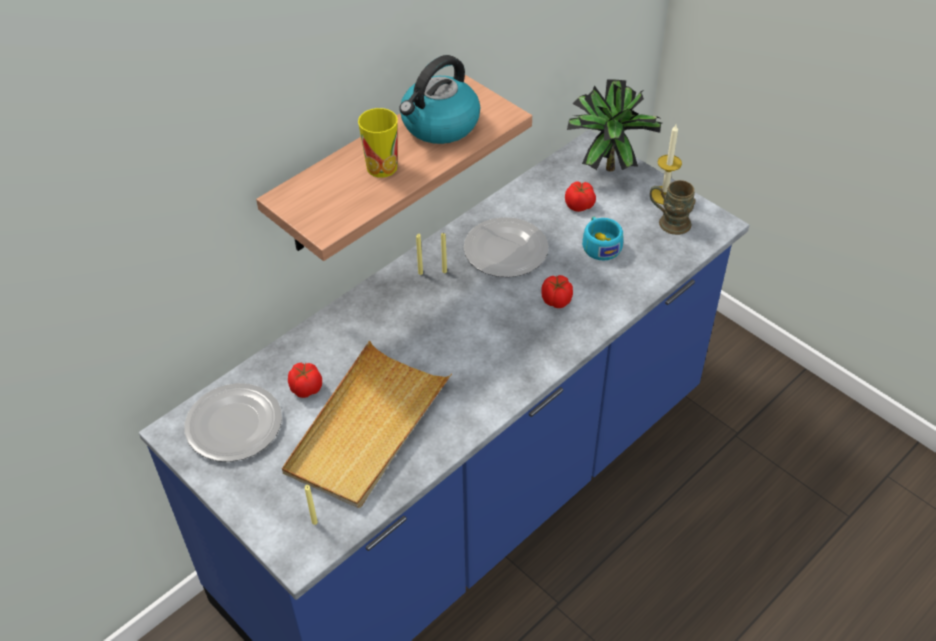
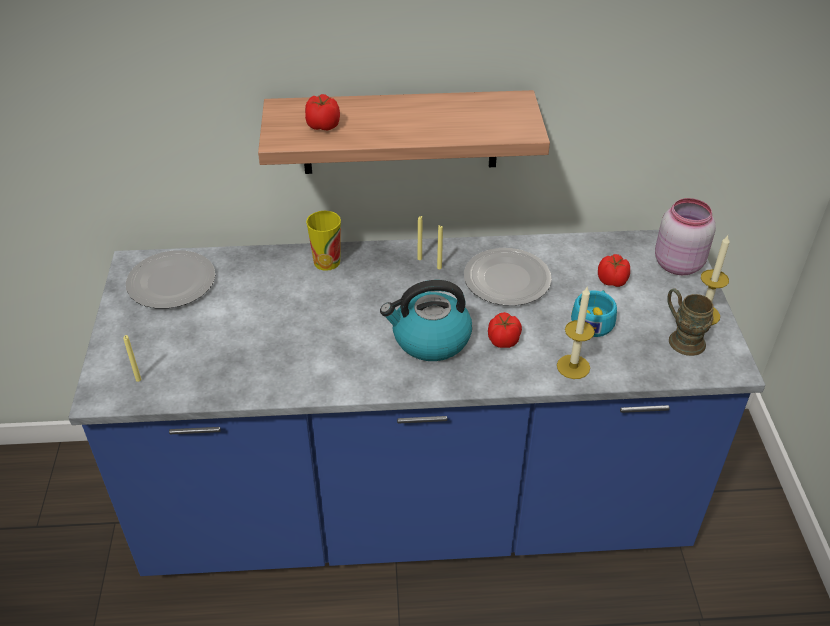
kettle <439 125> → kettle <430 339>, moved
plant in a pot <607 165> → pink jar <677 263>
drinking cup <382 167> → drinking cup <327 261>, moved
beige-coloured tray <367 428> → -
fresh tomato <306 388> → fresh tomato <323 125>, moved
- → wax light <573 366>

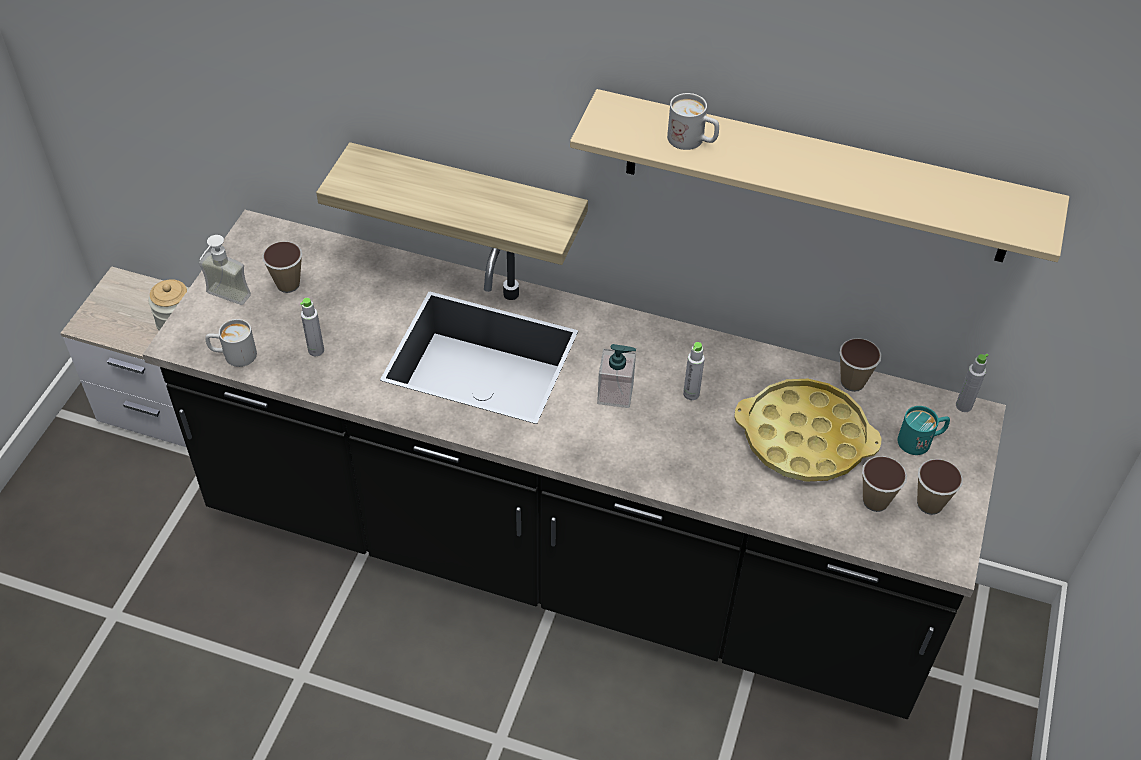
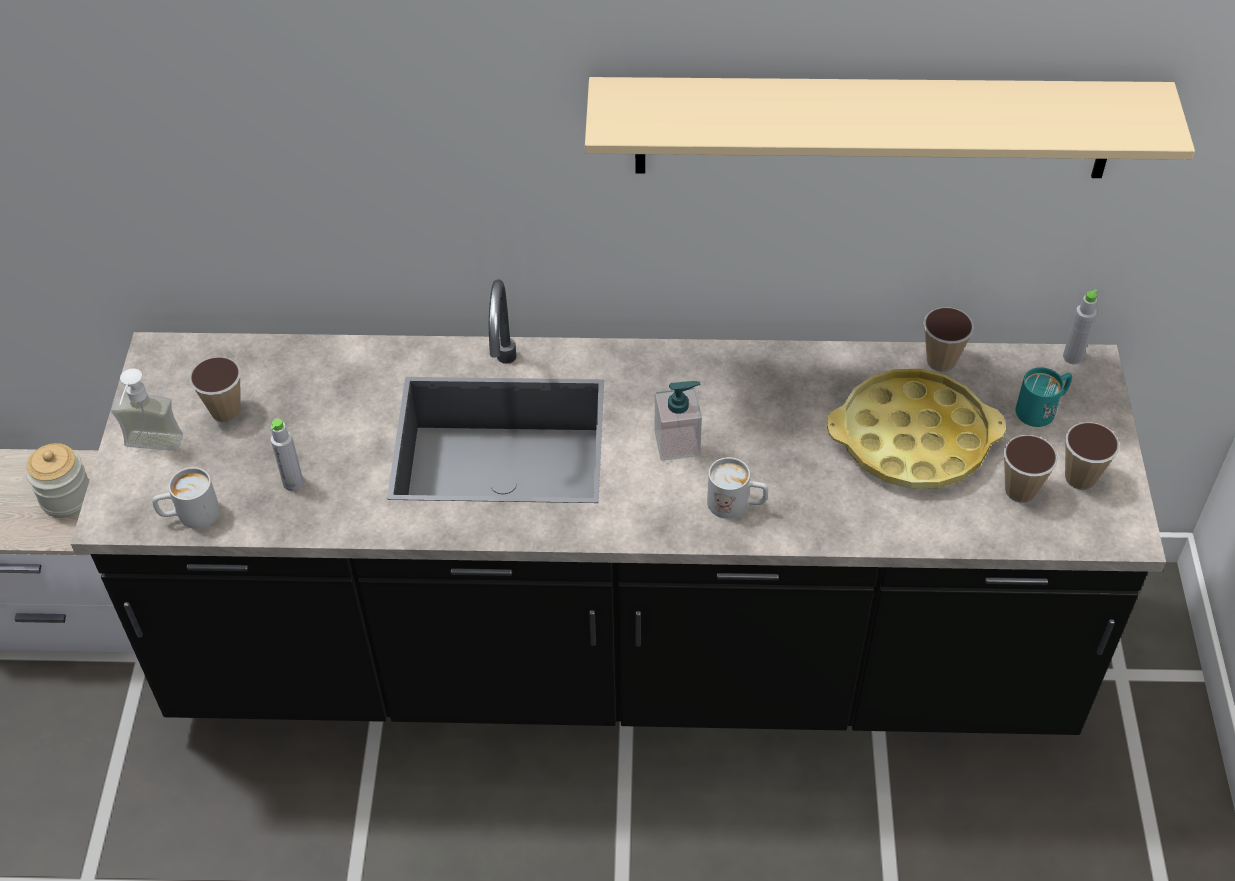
whitish coffee mug <692 141> → whitish coffee mug <736 505>, moved
wall shelf <468 202> → -
grey bottle <691 394> → -

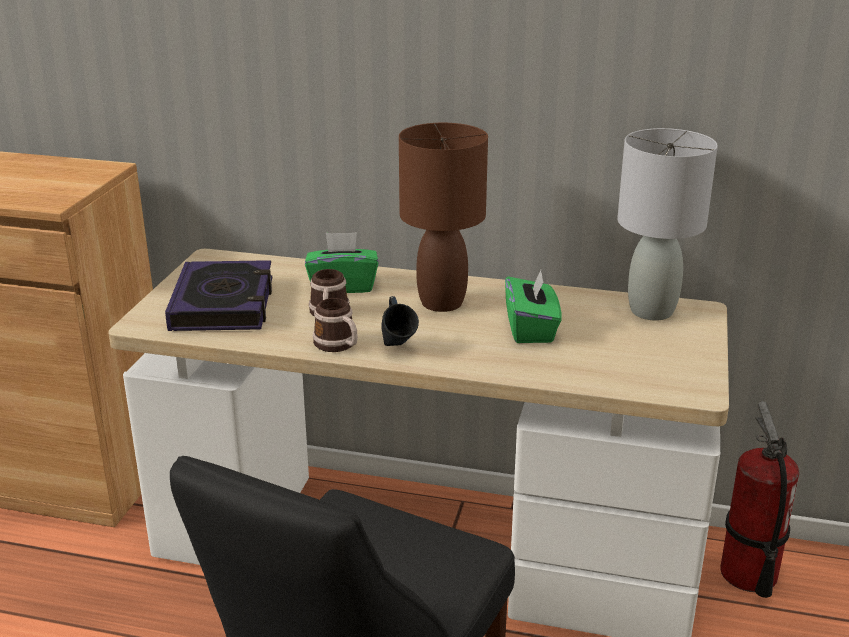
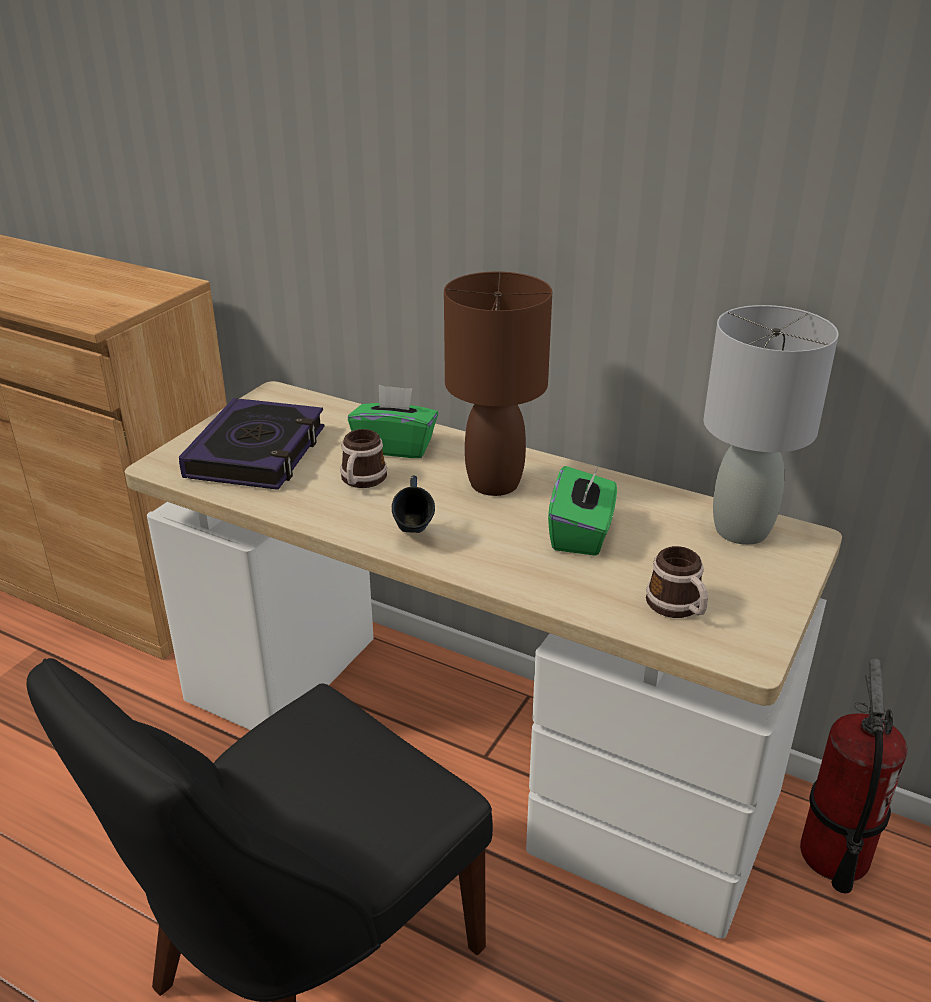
coffee mug <339 345> → coffee mug <678 607>, moved

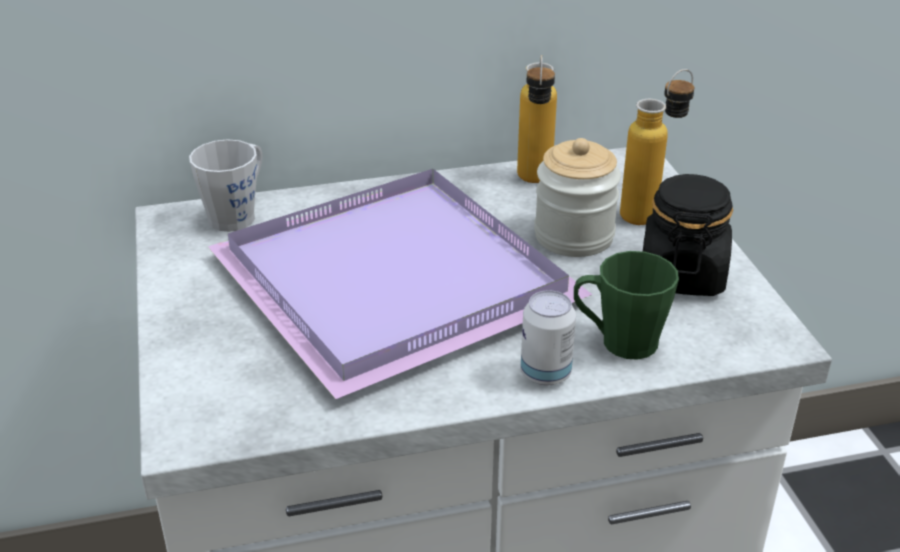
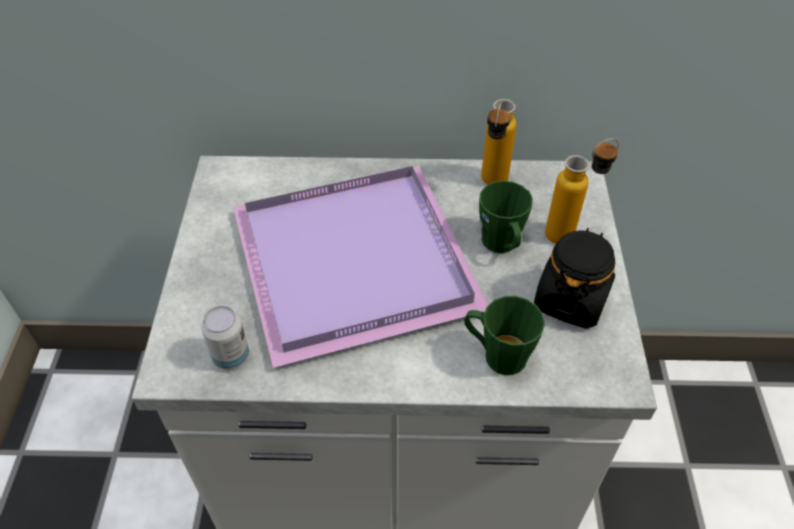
jar <574 236> → greenish coffee mug <502 245>
grey coffee mug <238 214> → -
metal can <545 373> → metal can <231 356>, moved

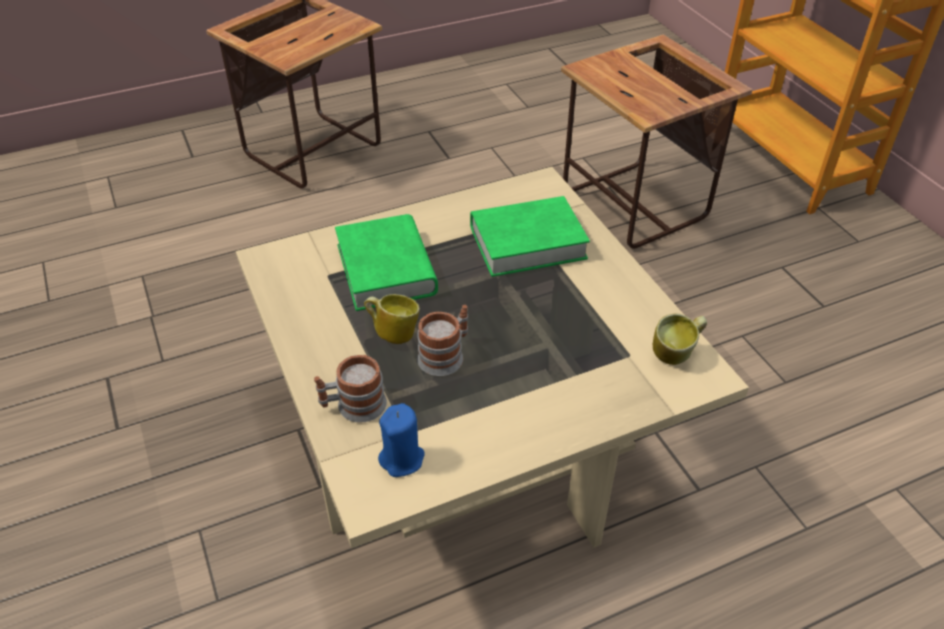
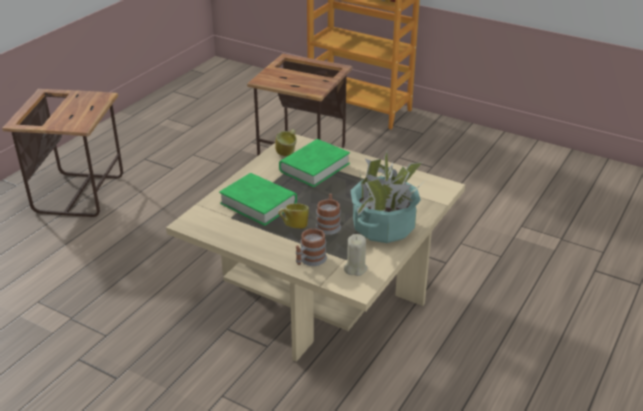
coffee mug <676 355> → coffee mug <287 152>, moved
blue wax light <402 459> → beige-coloured wax light <355 268>
- → plant in a pot <383 227>

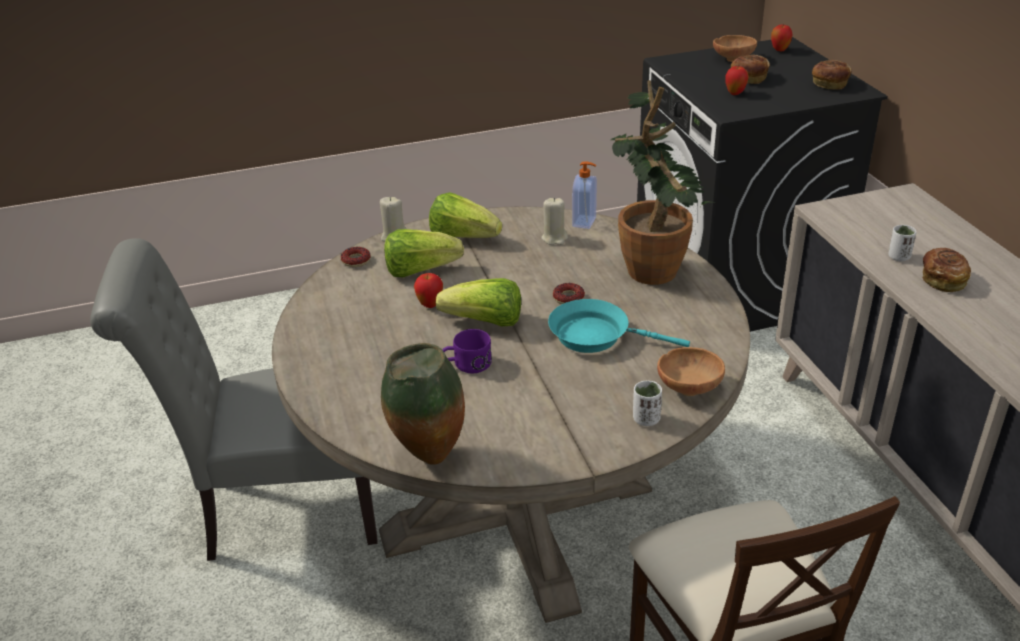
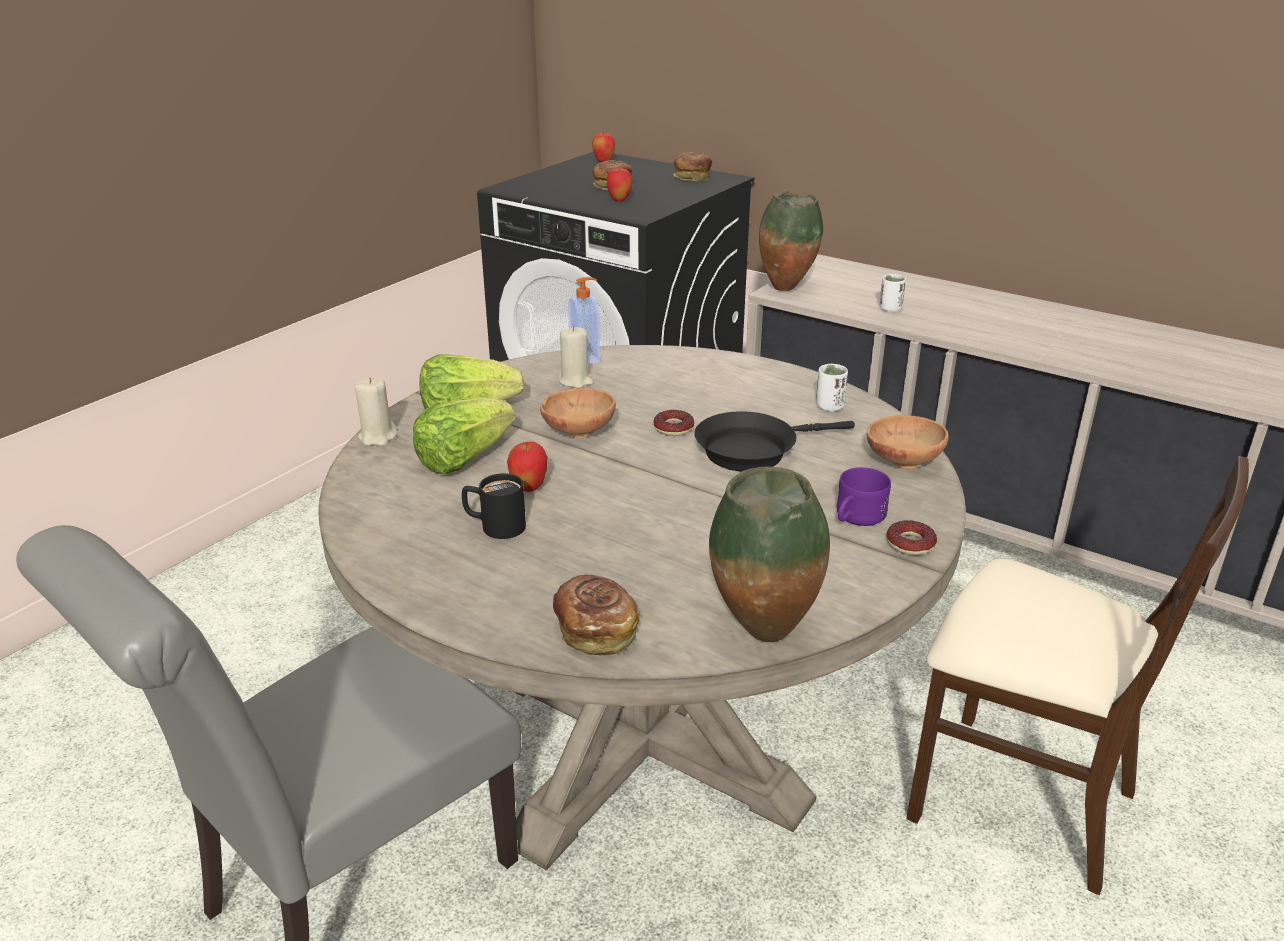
brown bowl <733 58> → brown bowl <578 431>, moved
plant in a pot <653 264> → -
ring doughnut <356 260> → ring doughnut <910 544>, moved
bread <943 279> → bread <595 631>, moved
lettuce <485 322> → -
blue-green frying pan <596 336> → black frying pan <753 451>
purple coffee mug <466 364> → purple coffee mug <856 518>, moved
whitish drinking cup <646 419> → whitish drinking cup <829 407>, moved
- → flower vase <786 288>
- → black coffee mug <494 526>

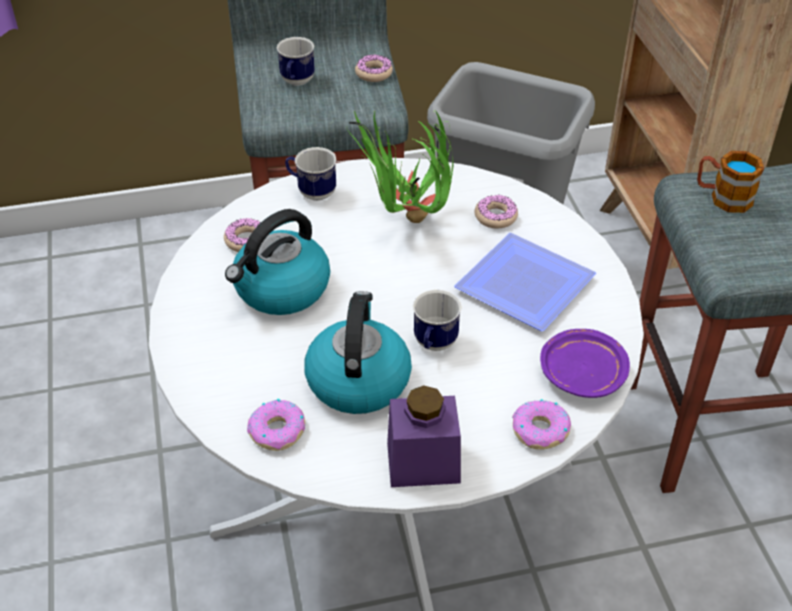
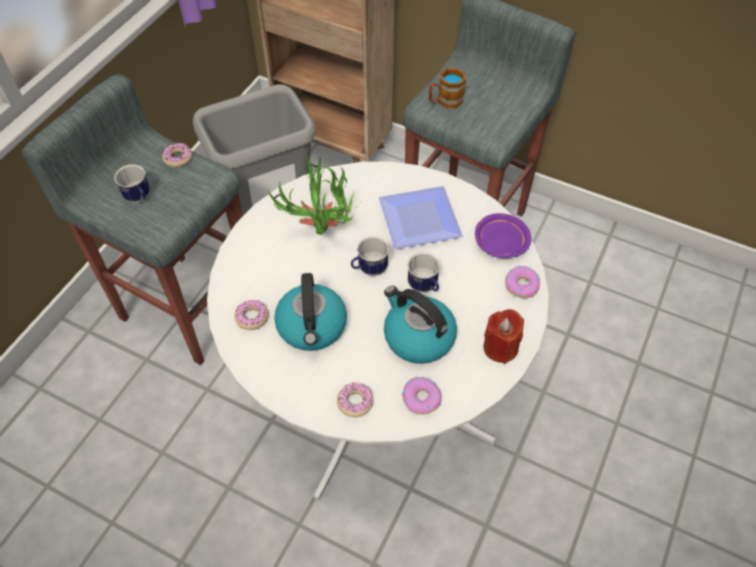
coffee mug <312 192> → coffee mug <369 270>, moved
ring doughnut <495 217> → ring doughnut <355 402>, moved
purple jar <423 463> → red wax light <500 347>

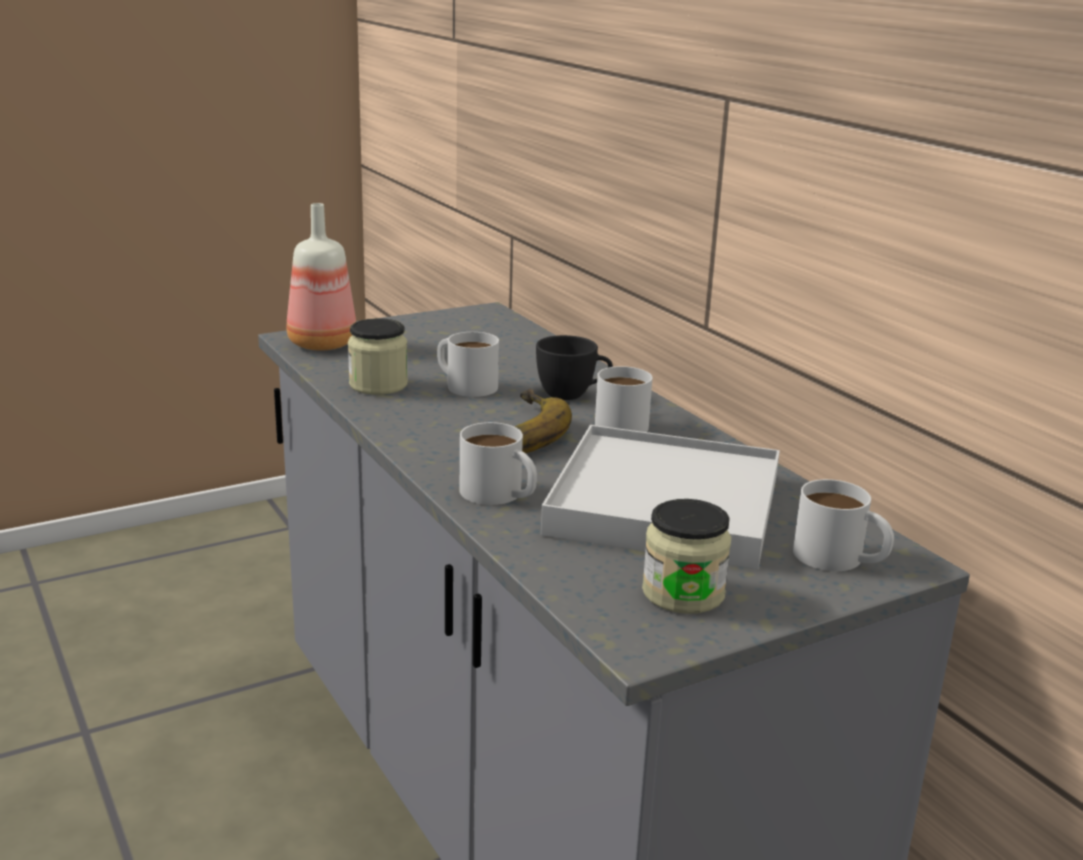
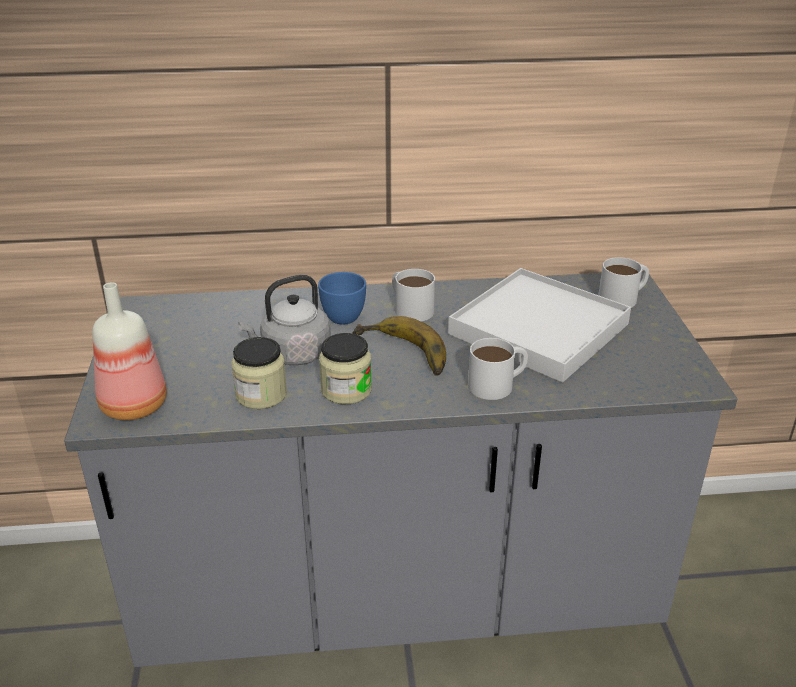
whitish coffee mug <464 384> → grey kettle <292 354>
black drinking cup <572 394> → blue drinking cup <347 315>
jar <683 593> → jar <346 390>, moved

